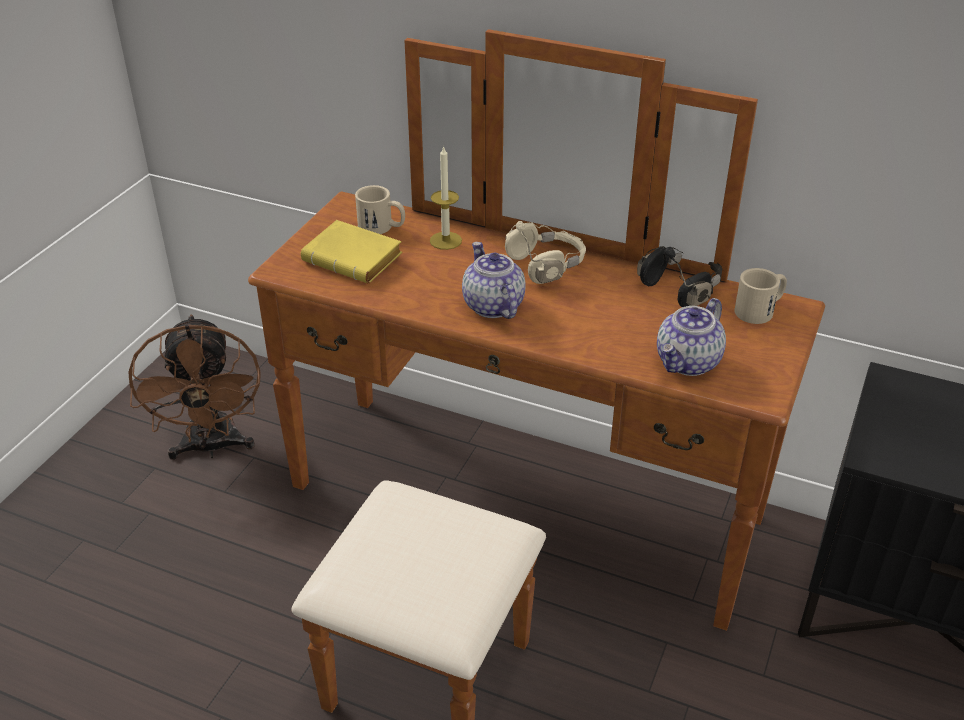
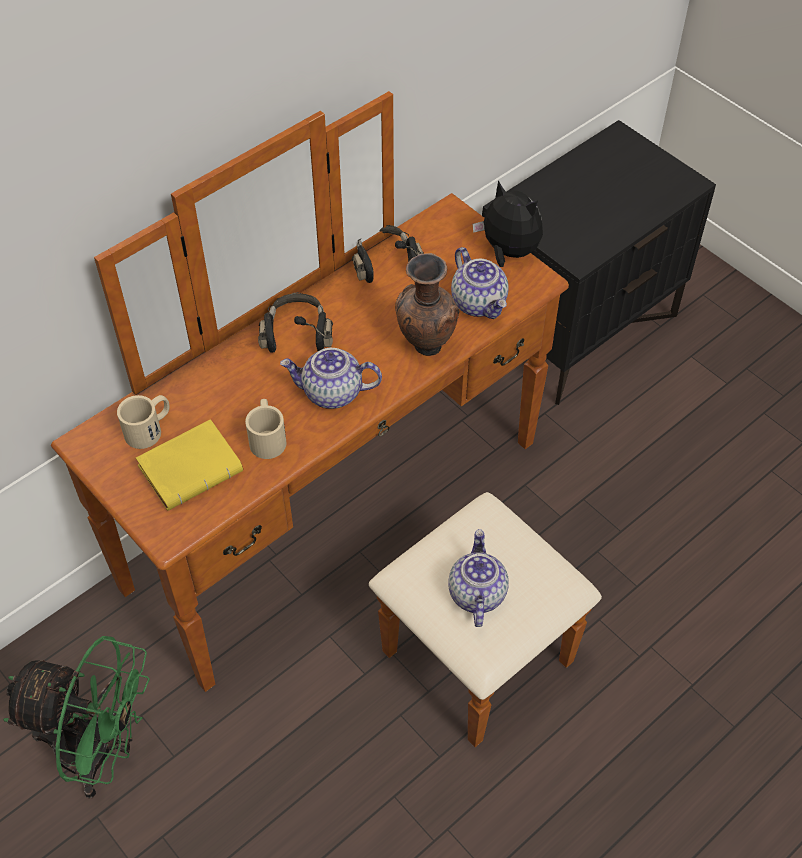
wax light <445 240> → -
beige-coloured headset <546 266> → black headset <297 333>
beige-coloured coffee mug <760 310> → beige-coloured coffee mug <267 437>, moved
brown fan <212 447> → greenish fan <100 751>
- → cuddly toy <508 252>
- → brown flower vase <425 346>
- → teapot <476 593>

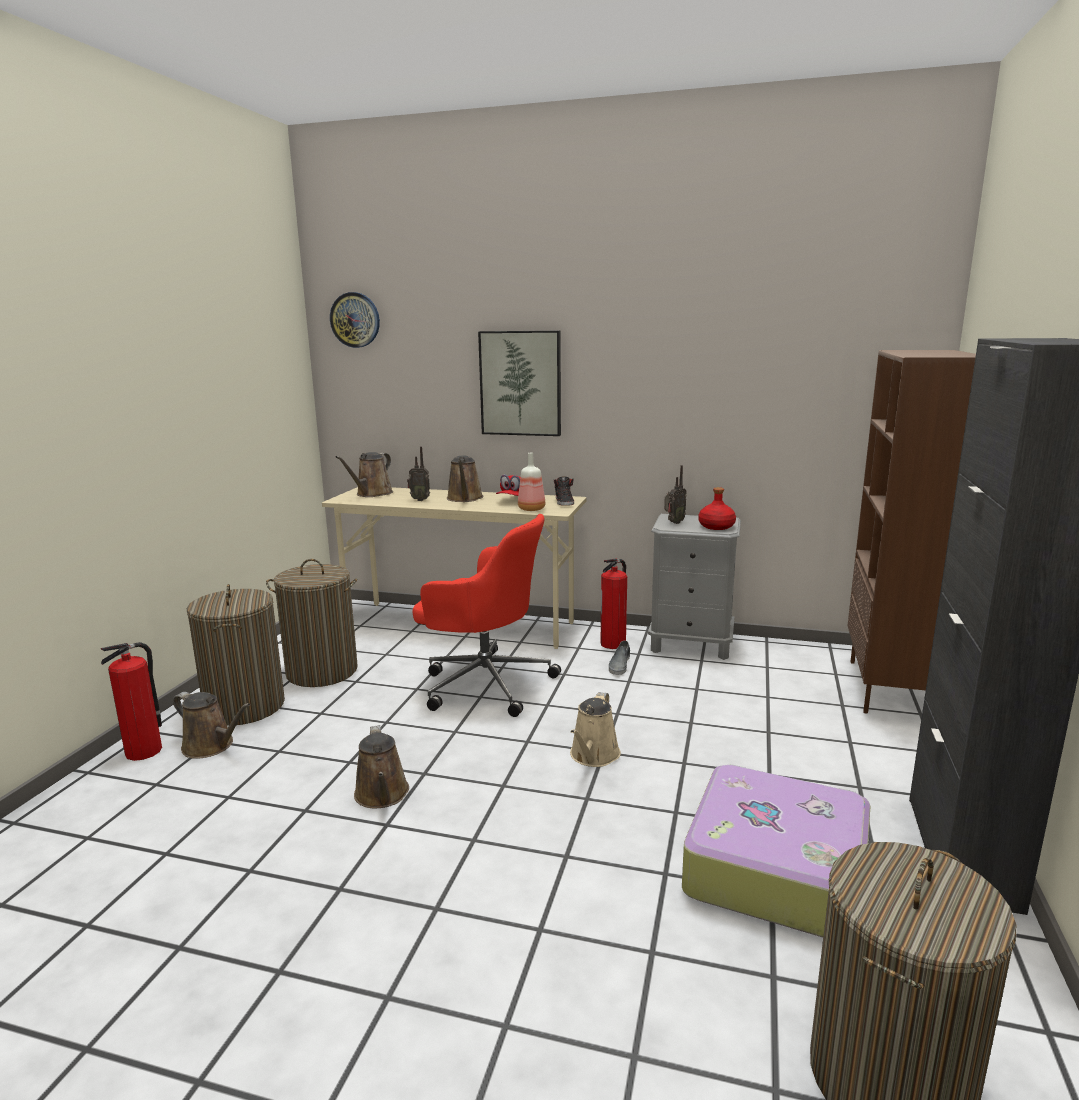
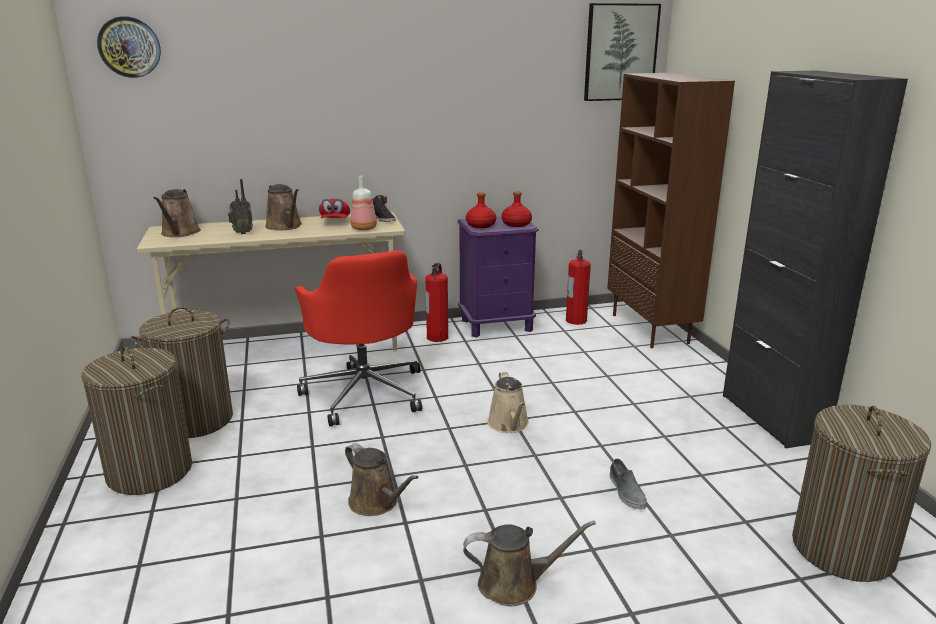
wall art <520 383> → wall art <620 52>, moved
radio set <673 523> → red bottle <480 225>
red desk chair <485 683> → red desk chair <365 392>, 75 degrees clockwise
grey bedside table <691 644> → purple bedside table <496 325>
grey shoe <619 665> → grey shoe <626 491>, moved
fire extinguisher <144 751> → fire extinguisher <576 320>, moved
brown watering pot <211 746> → brown watering pot <514 584>, moved
piece of luggage <774 867> → -

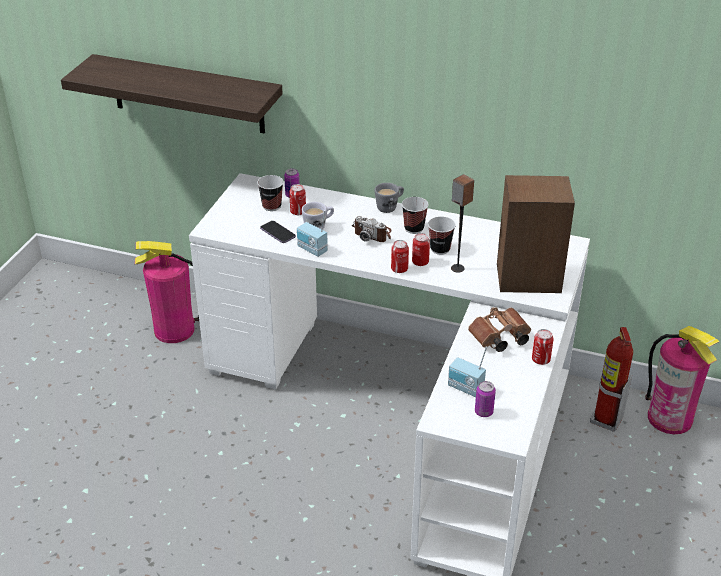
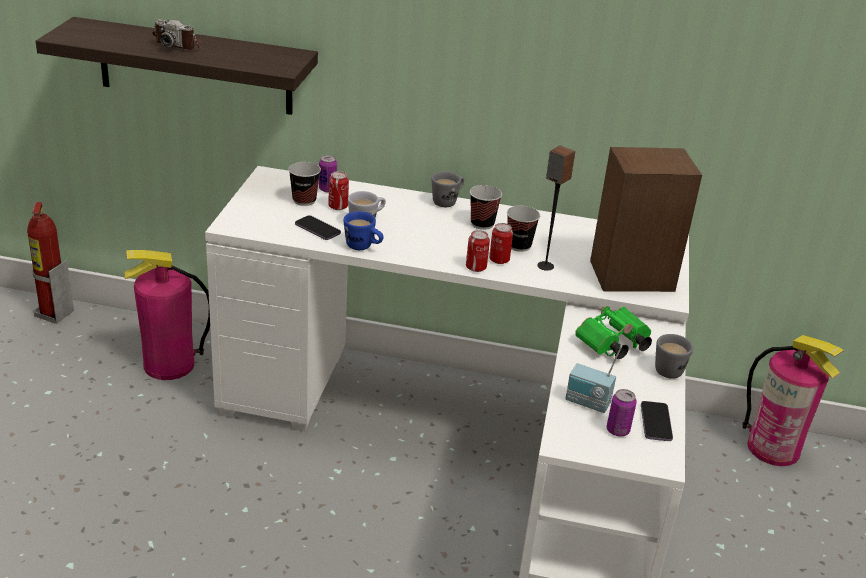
radio set <311 250> → blue coffee mug <363 247>
photo camera <372 233> → photo camera <179 44>, moved
brown binoculars <499 339> → greenish binoculars <612 345>
fire extinguisher <606 420> → fire extinguisher <53 314>, moved
metal can <540 360> → grey coffee mug <669 368>
- → handset <656 422>

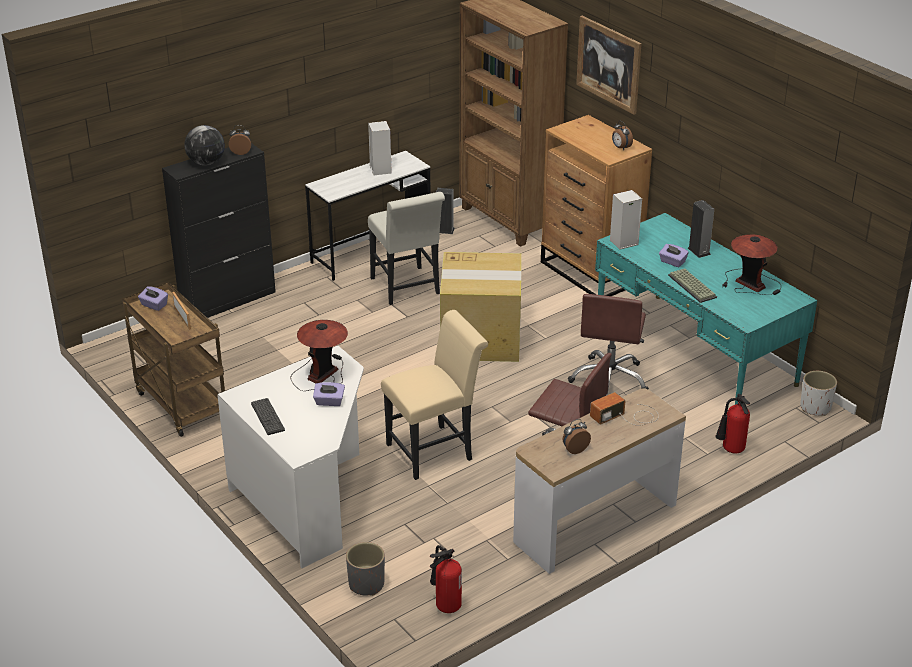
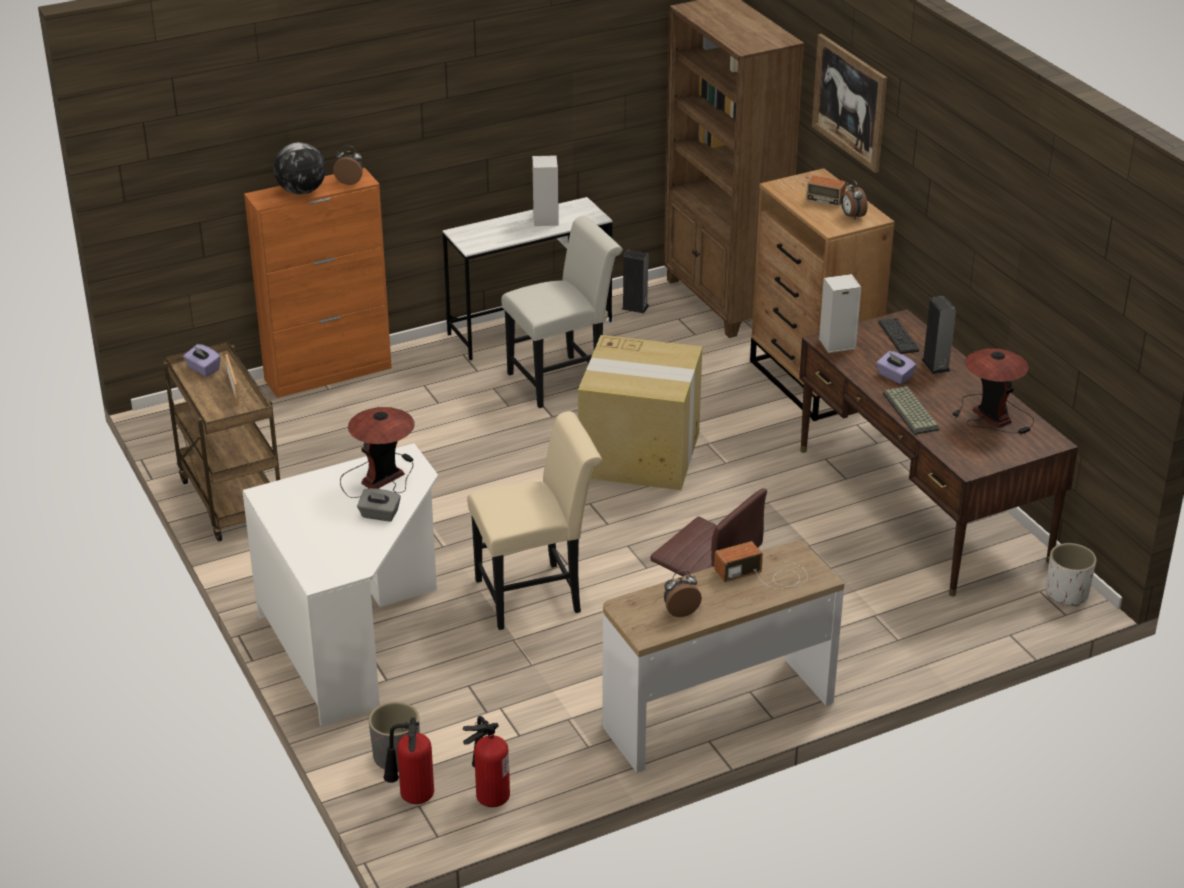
black cupboard <228 300> → orangey cupboard <329 373>
whitish upright chair <407 288> → whitish upright chair <562 379>, 105 degrees counterclockwise
blue-green desk <694 353> → brown desk <921 503>
brown desk chair <609 379> → -
purple tissue box <329 402> → grey tissue box <379 515>
fire extinguisher <730 450> → fire extinguisher <412 798>, moved
keyboard <267 417> → keyboard <898 336>, moved
- → radio set <811 192>

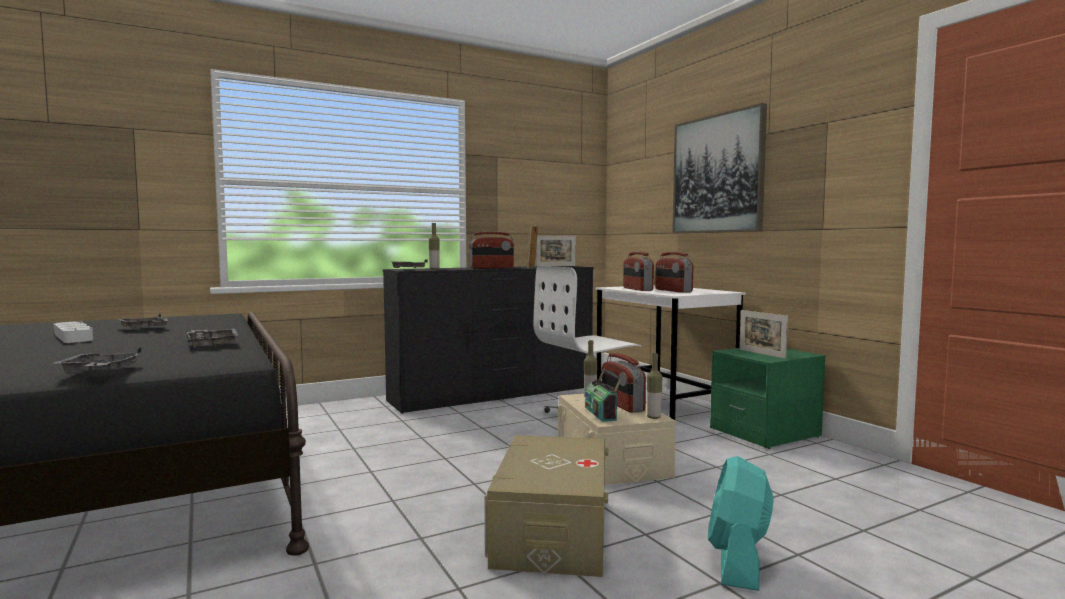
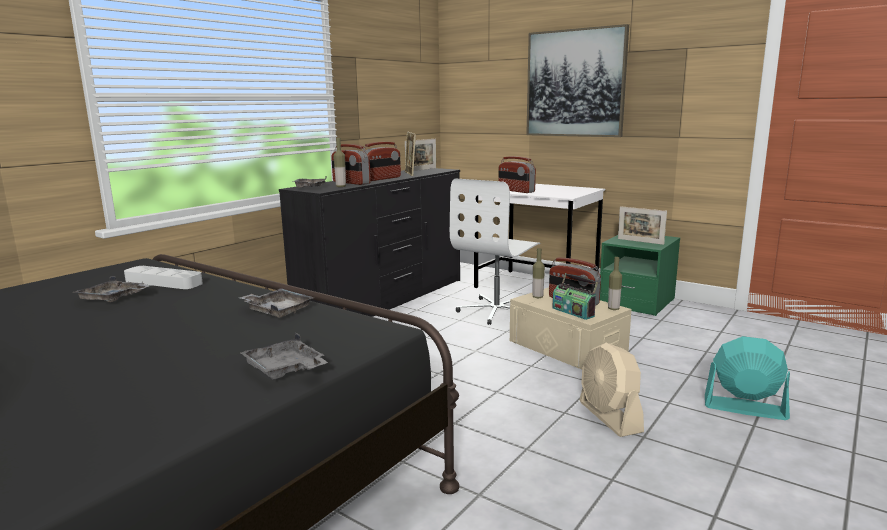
radio set <673 291> → radio set <351 182>, moved
grey tray <73 337> → grey tray <163 282>, moved
beige-coloured storage box <552 531> → beige-coloured fan <609 417>
blue-green fan <738 561> → blue-green fan <744 408>, 120 degrees clockwise

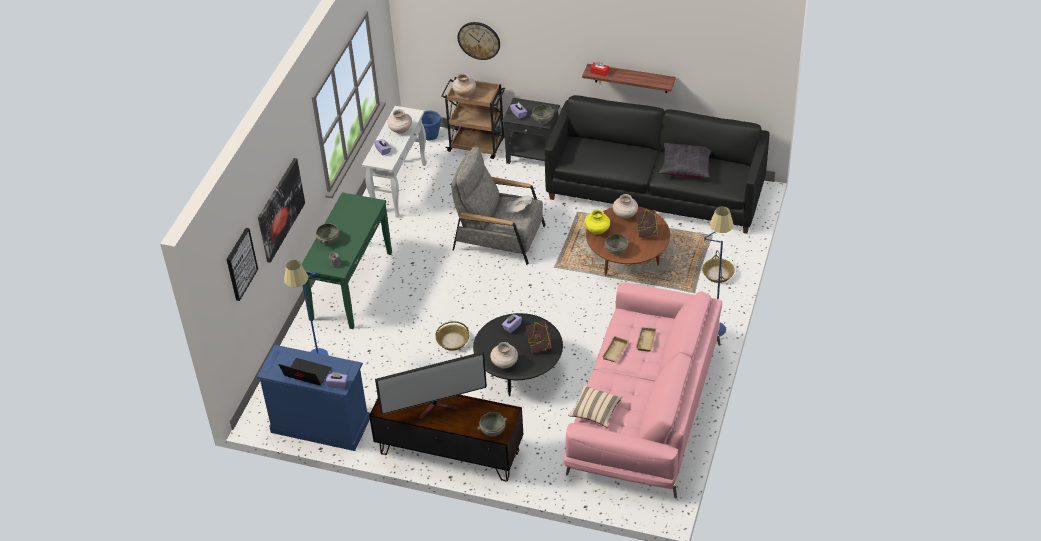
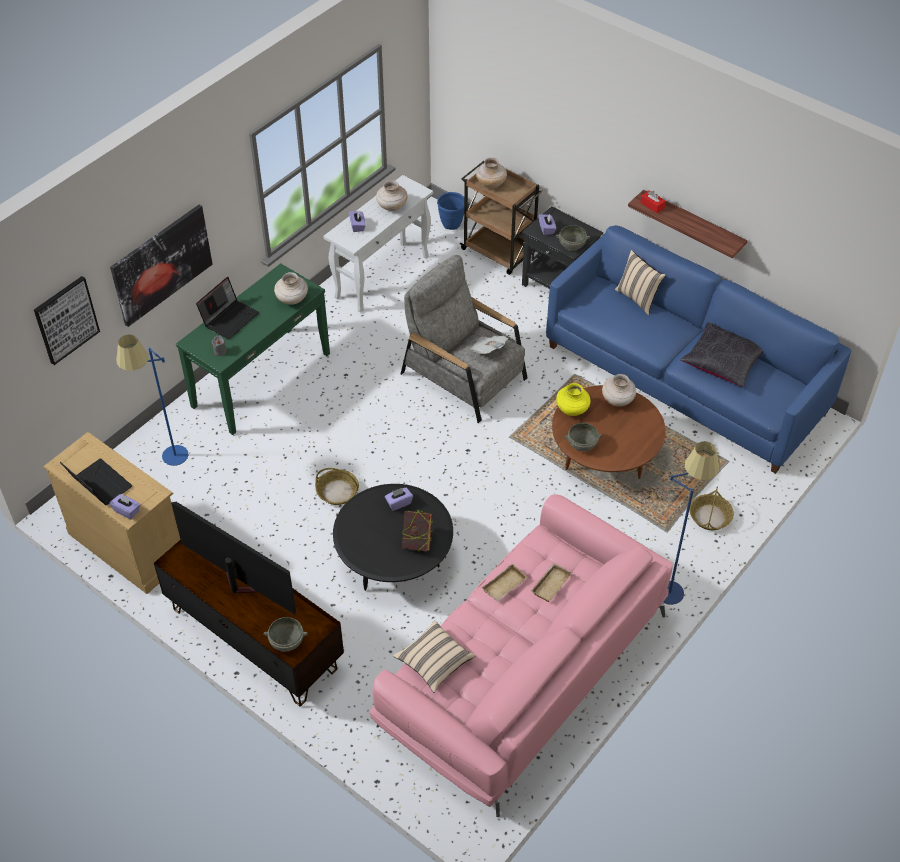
hanging clock <479 40> → -
black couch <656 191> → blue couch <685 378>
volume <647 233> → -
grey bowl <328 240> → portable computer <230 318>
beige-coloured flower vase <504 363> → beige-coloured flower vase <292 299>, moved
blue drawer chest <320 425> → beige-coloured drawer chest <128 545>
TV <437 408> → TV <238 584>, 150 degrees counterclockwise
- → beige-coloured pillow <638 298>

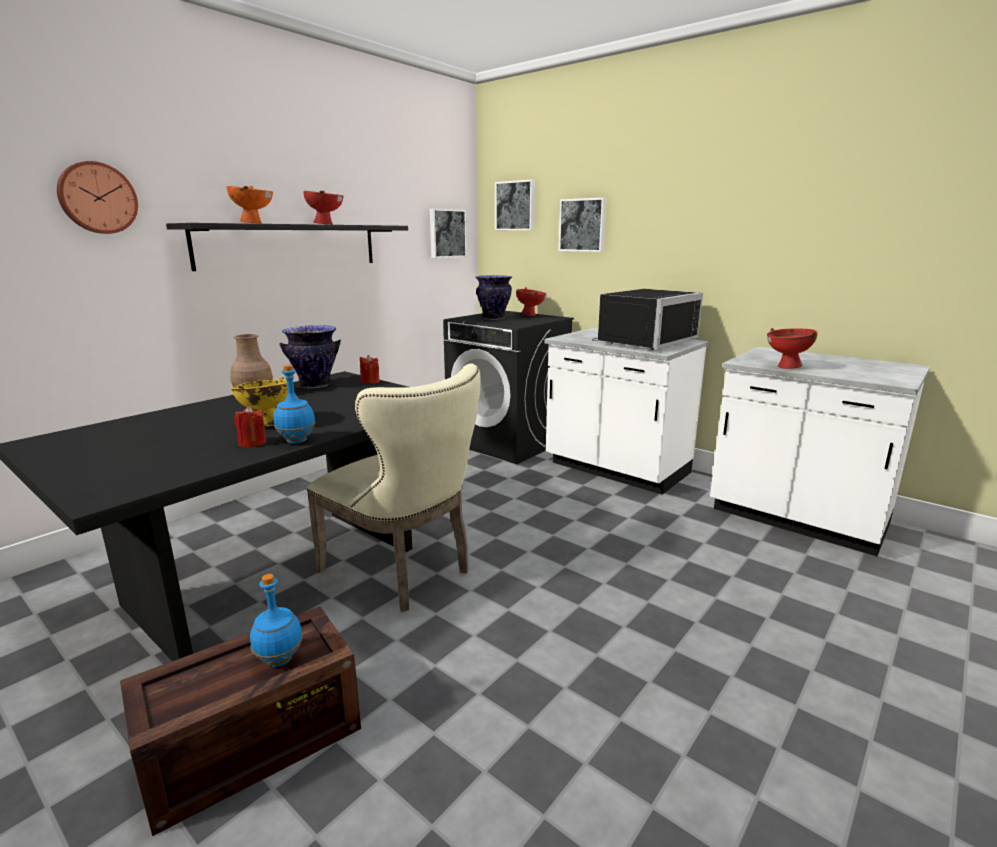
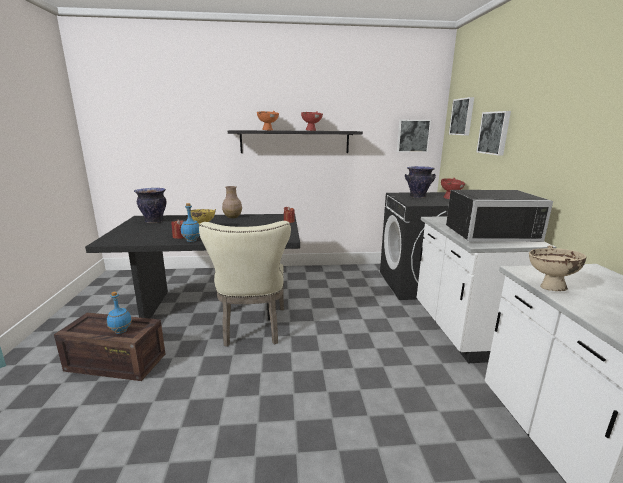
hanging clock <97 198> → -
flower vase <315 385> → flower vase <154 221>, moved
red bowl <787 367> → beige-coloured bowl <549 288>

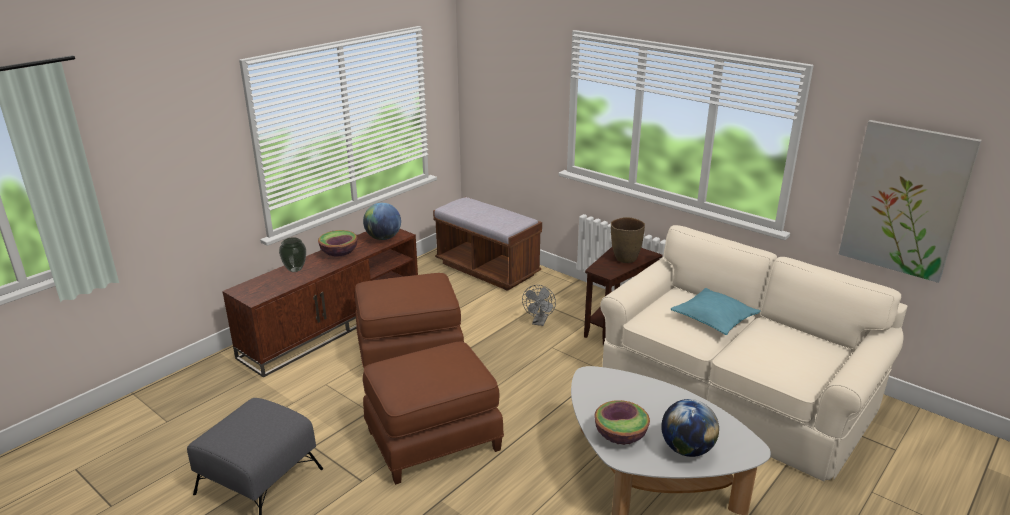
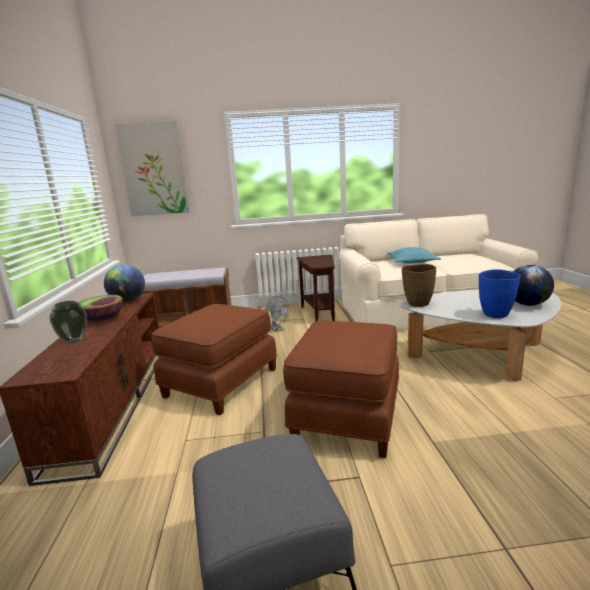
wall art <905 200> → wall art <154 169>, moved
brown flower vase <625 259> → brown flower vase <417 304>, moved
bowl <620 436> → blue flower vase <495 314>

